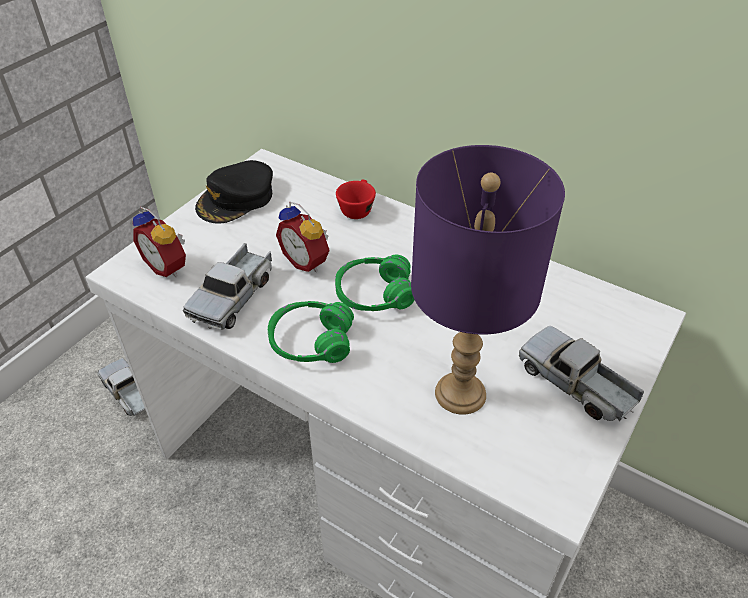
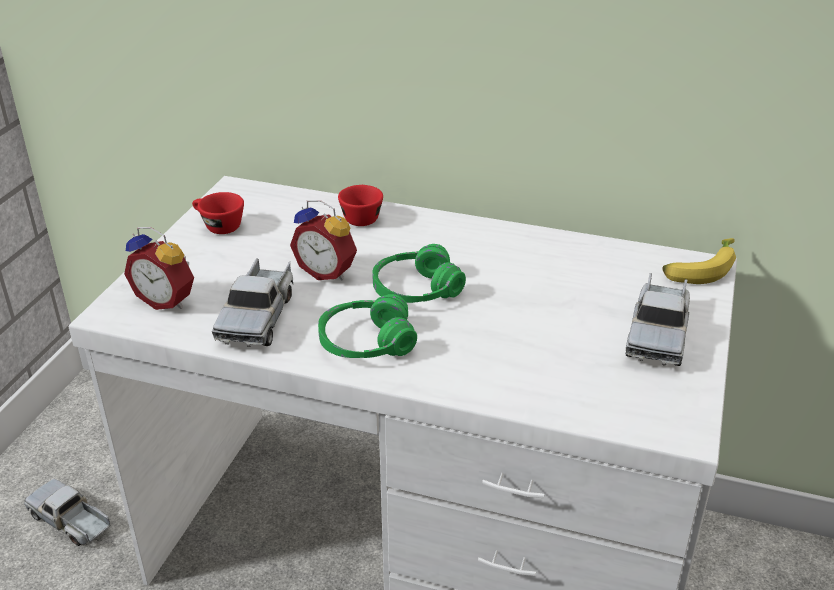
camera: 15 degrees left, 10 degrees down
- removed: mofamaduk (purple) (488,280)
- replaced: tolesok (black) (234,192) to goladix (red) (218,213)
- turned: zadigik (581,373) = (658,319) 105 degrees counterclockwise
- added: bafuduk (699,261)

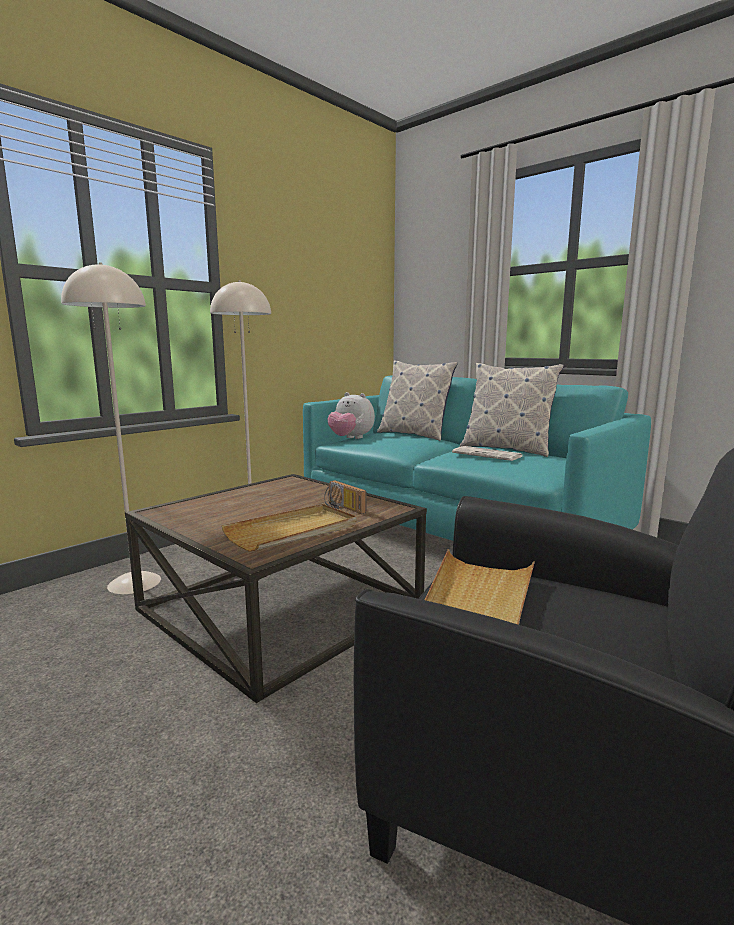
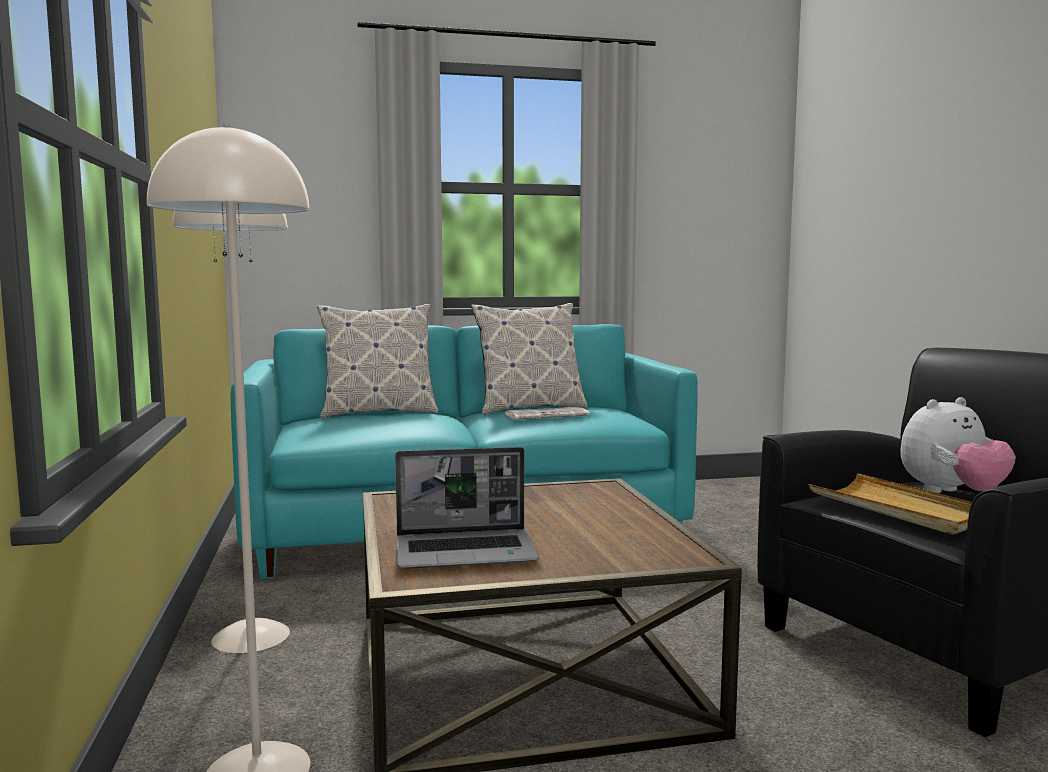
camera: 55 degrees left, 5 degrees down
- moved: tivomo (351,415) to (958,445)
- removed: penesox (345,497)
- removed: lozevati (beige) (289,528)
- added: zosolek (467,508)

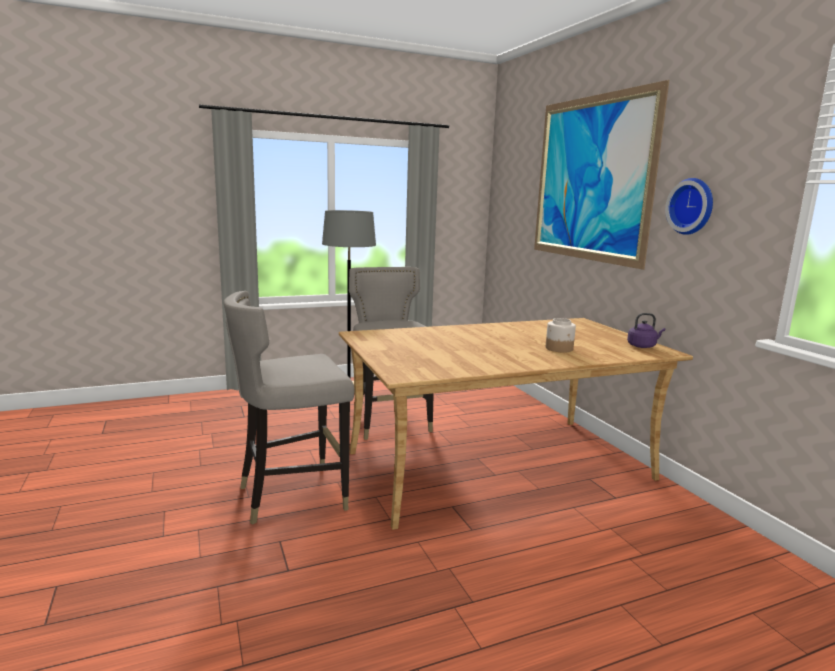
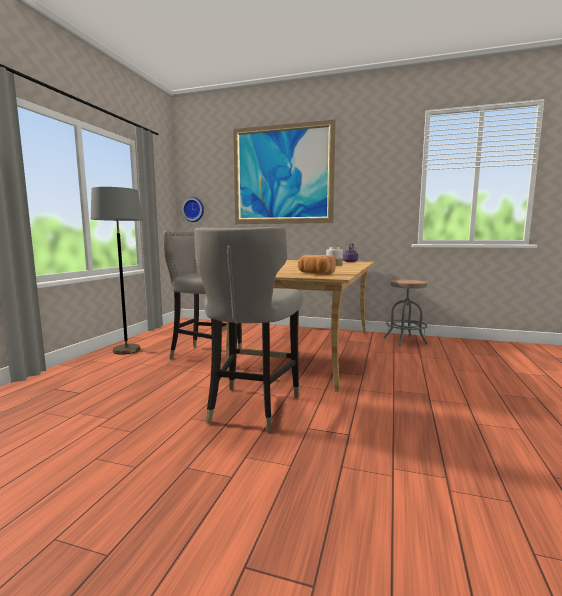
camera: 50 degrees left, 5 degrees down
- moved: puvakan (689,206) to (193,209)
- added: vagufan (317,264)
- added: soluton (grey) (406,313)

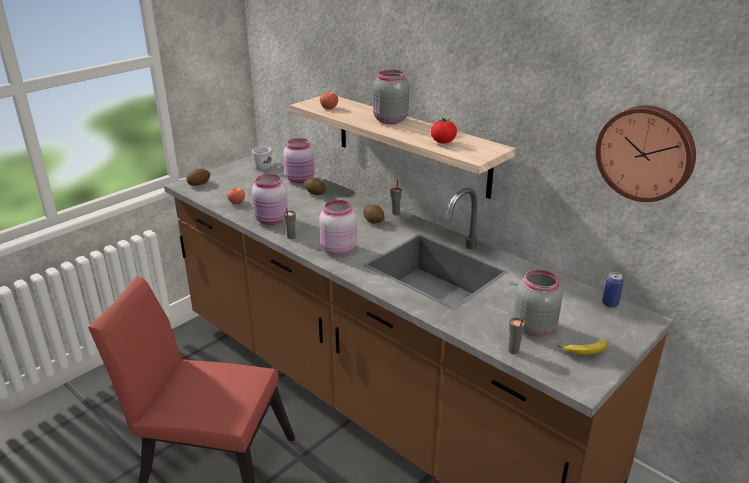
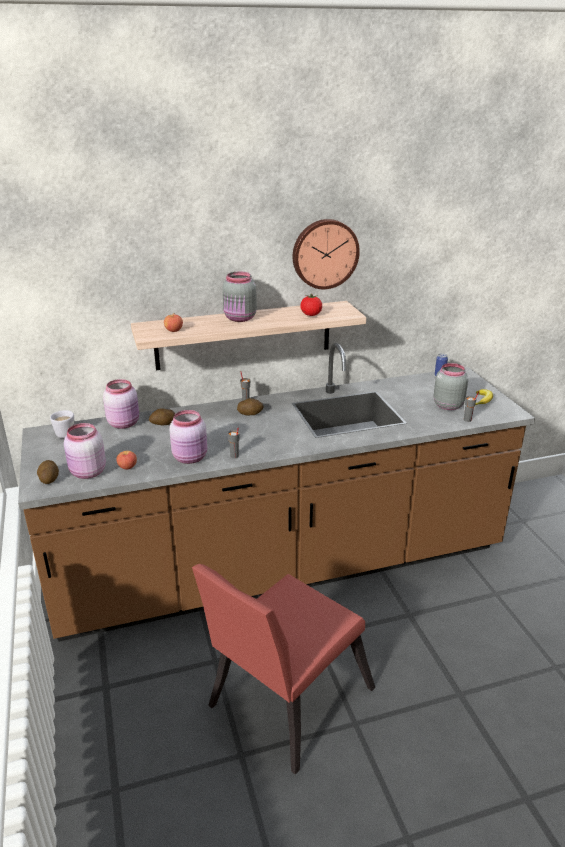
camera: 60 degrees left, 0 degrees up
- moved: puvakan (646,154) to (326,254)
- moved: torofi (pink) (338,227) to (85,451)

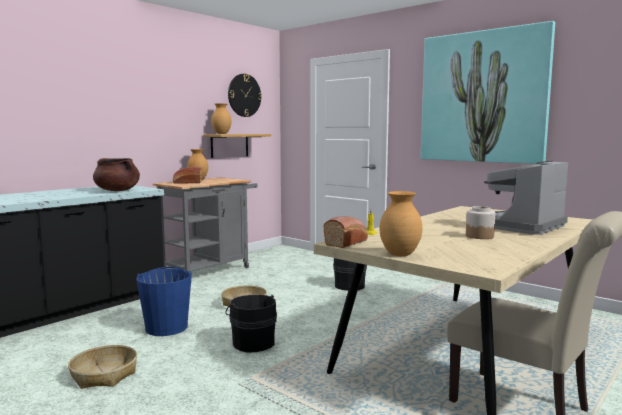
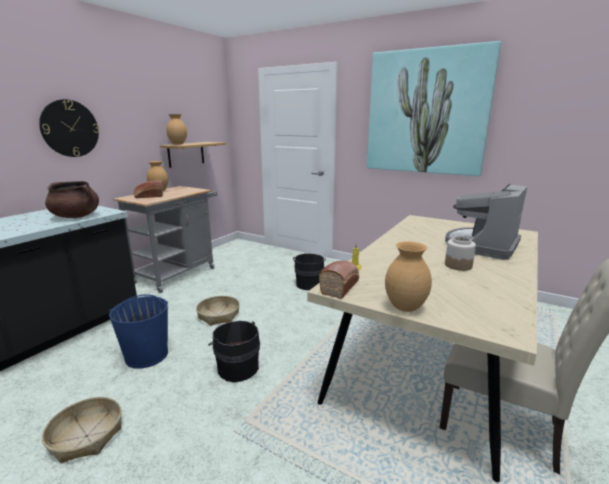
camera: 10 degrees left, 10 degrees up
- moved: puvakan (245,95) to (69,128)

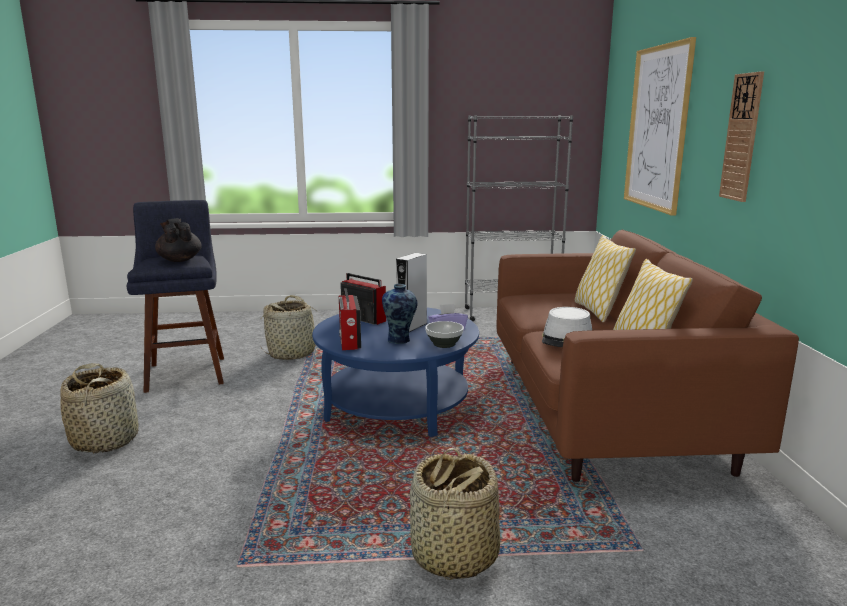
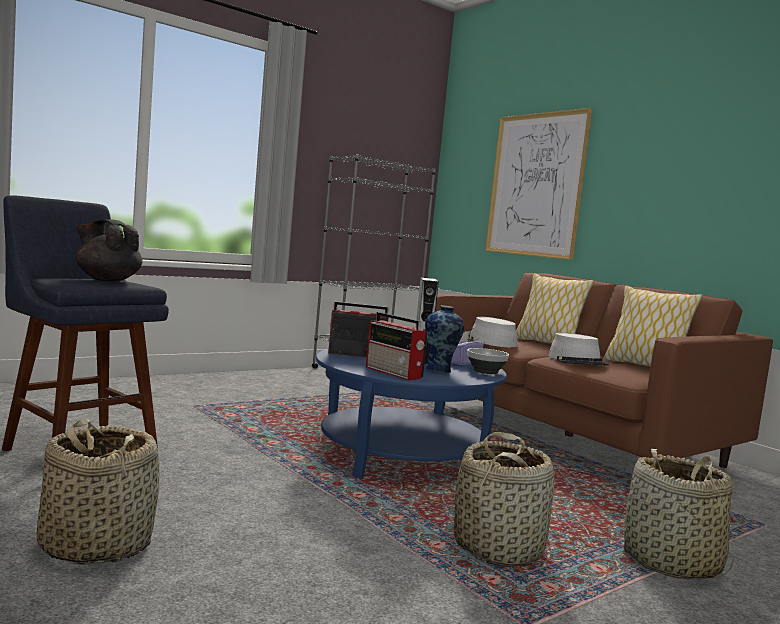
camera: 35 degrees left, 10 degrees down
- removed: puvakan (741,136)
- moved: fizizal (289,327) to (504,499)
- added: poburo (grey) (490,332)

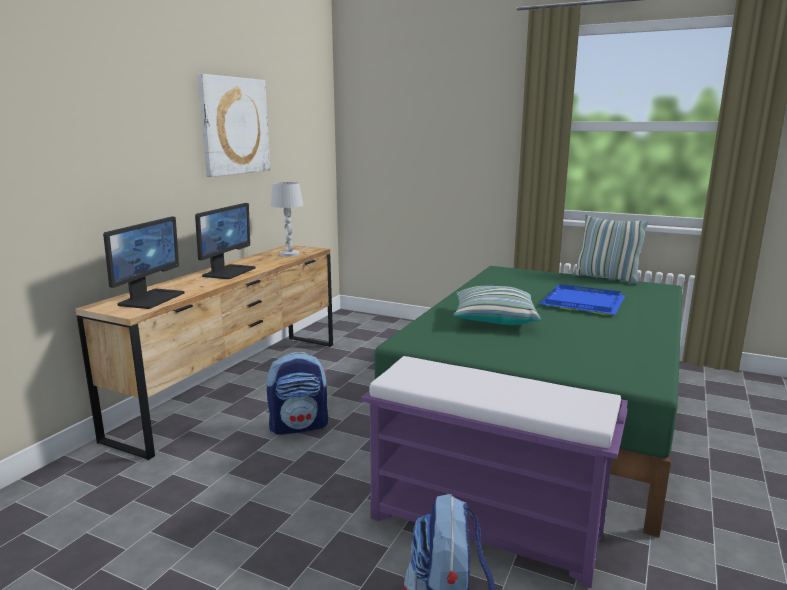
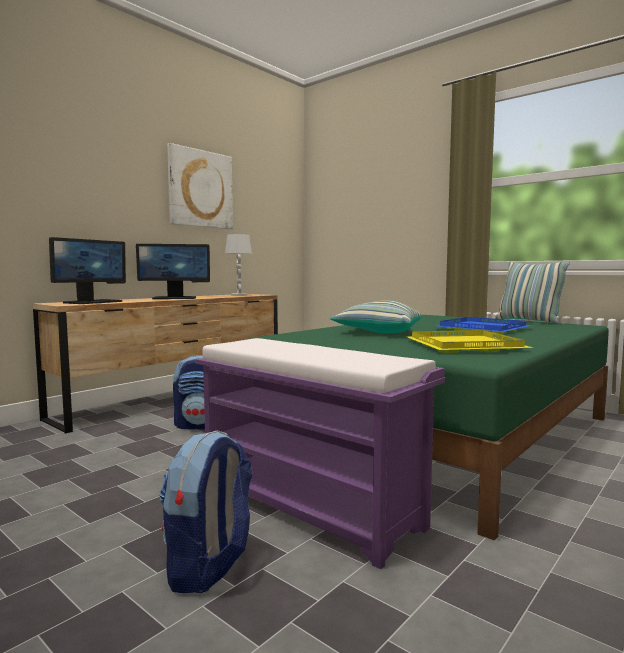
camera: 15 degrees right, 10 degrees down
- turned: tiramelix (225,241) = (173,271) 45 degrees clockwise
- added: lozevati (yellow) (470,342)

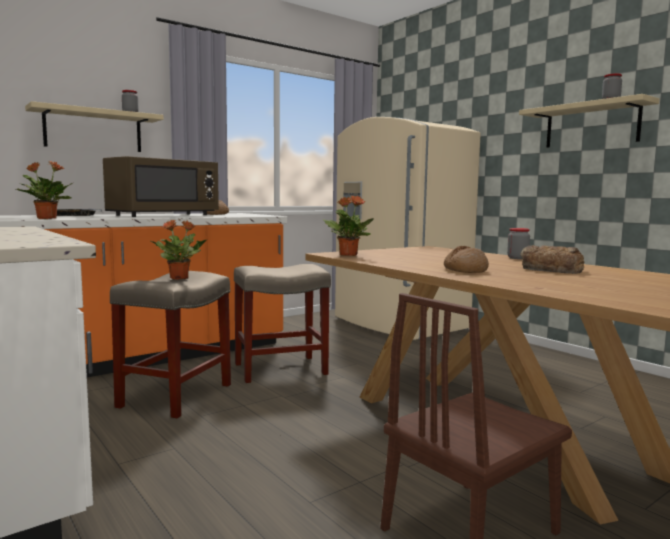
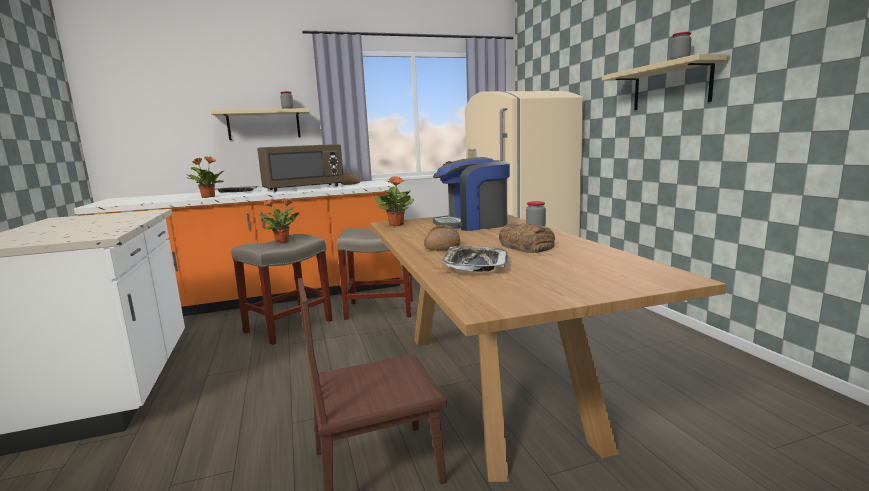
camera: 20 degrees right, 5 degrees up
- added: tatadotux (471,194)
- added: lozevati (475,258)

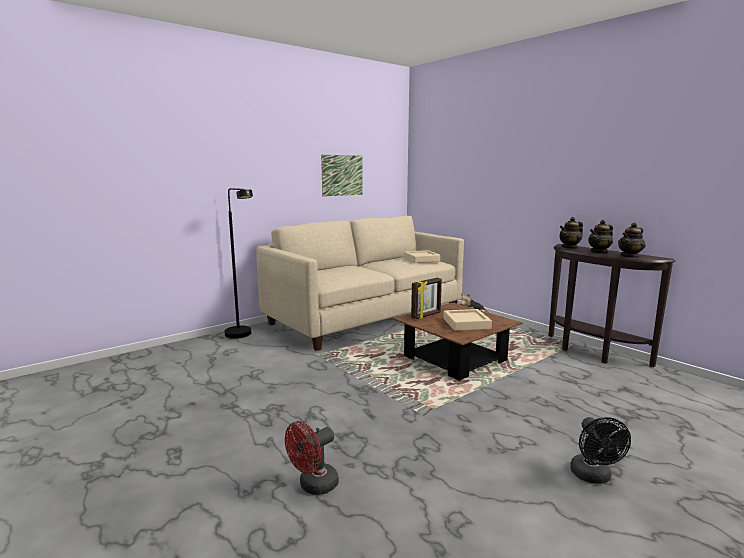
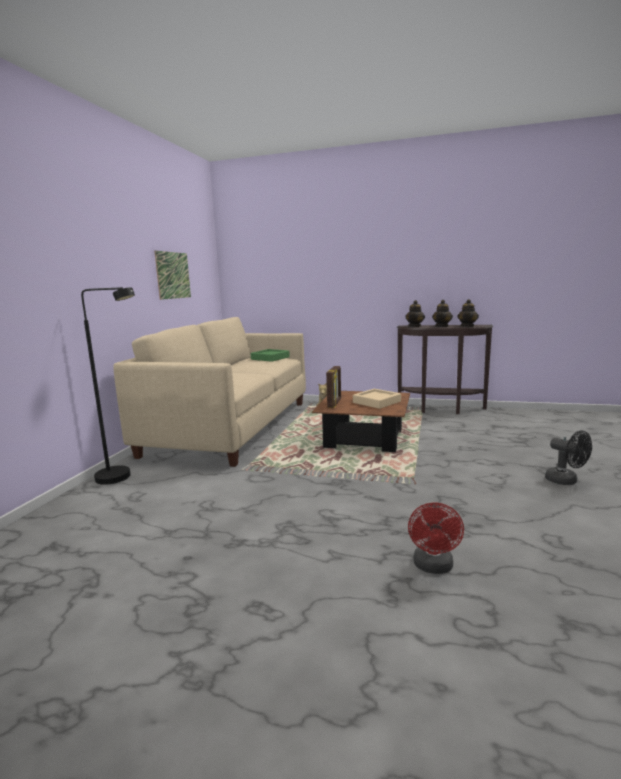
camera: 35 degrees left, 0 degrees up
- recoloured: lozevati (beige) (422,256) to lozevati (green) (270,355)

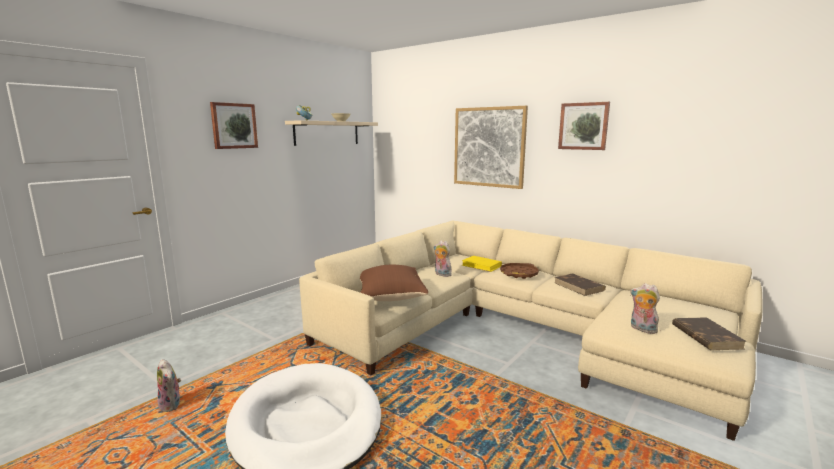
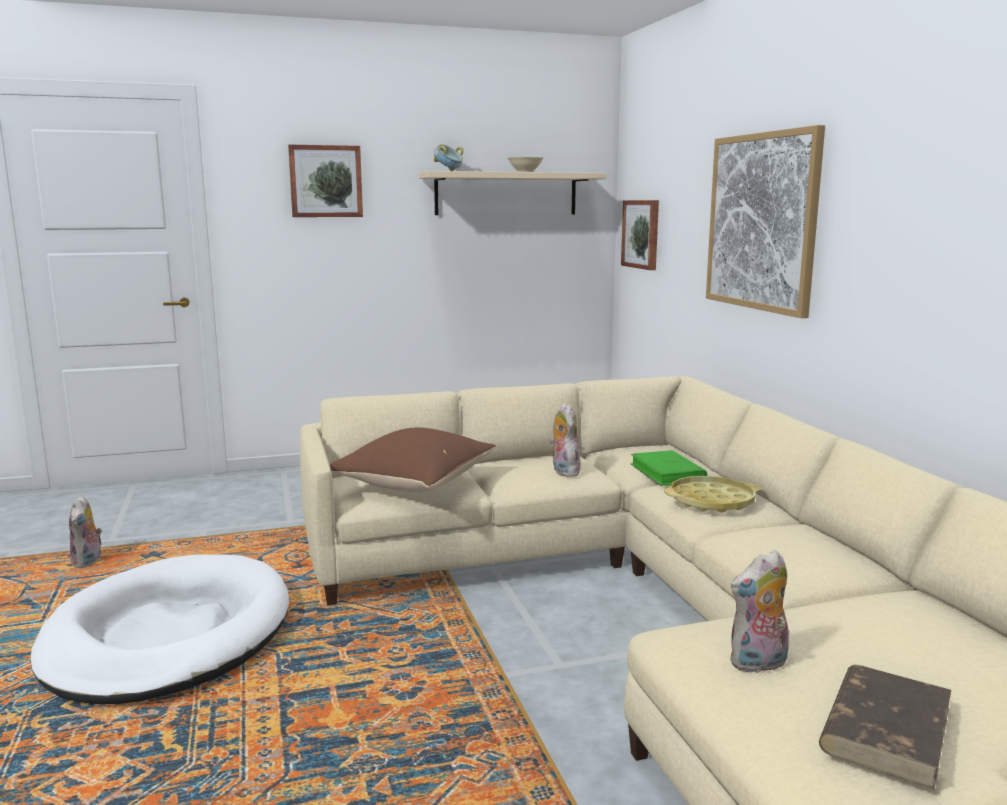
camera: 35 degrees right, 0 degrees up
- moved: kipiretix (584,126) to (640,235)
- recoloured: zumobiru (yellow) (482,264) to zumobiru (green) (669,468)
- recoloured: lozevati (brown) (519,271) to lozevati (yellow) (712,494)
- removed: zumobiru (brown) (580,285)
- turned: tivomo (645,308) = (759,611) 105 degrees counterclockwise

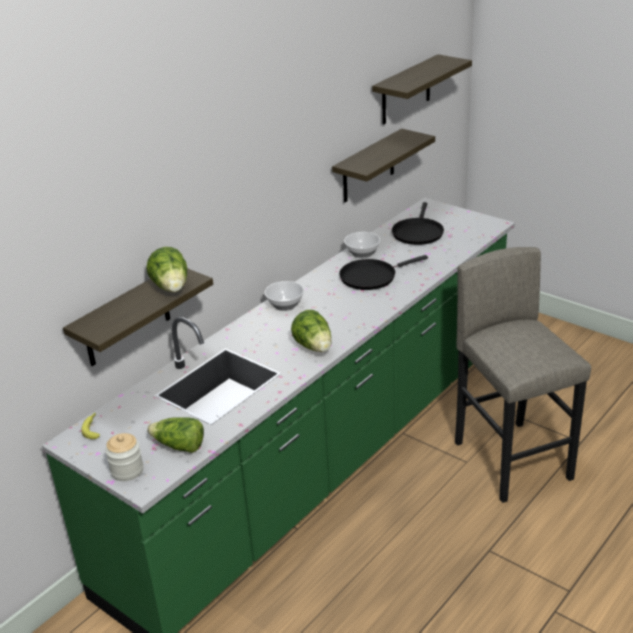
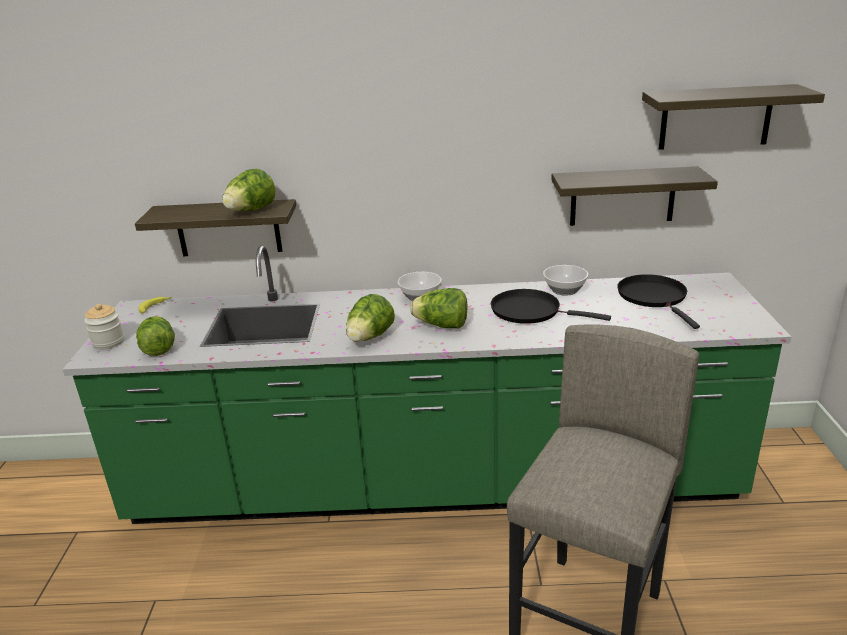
camera: 50 degrees right, 5 degrees down
- turned: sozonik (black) (418,223) = (658,301) 105 degrees clockwise
- added: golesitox (438,308)

